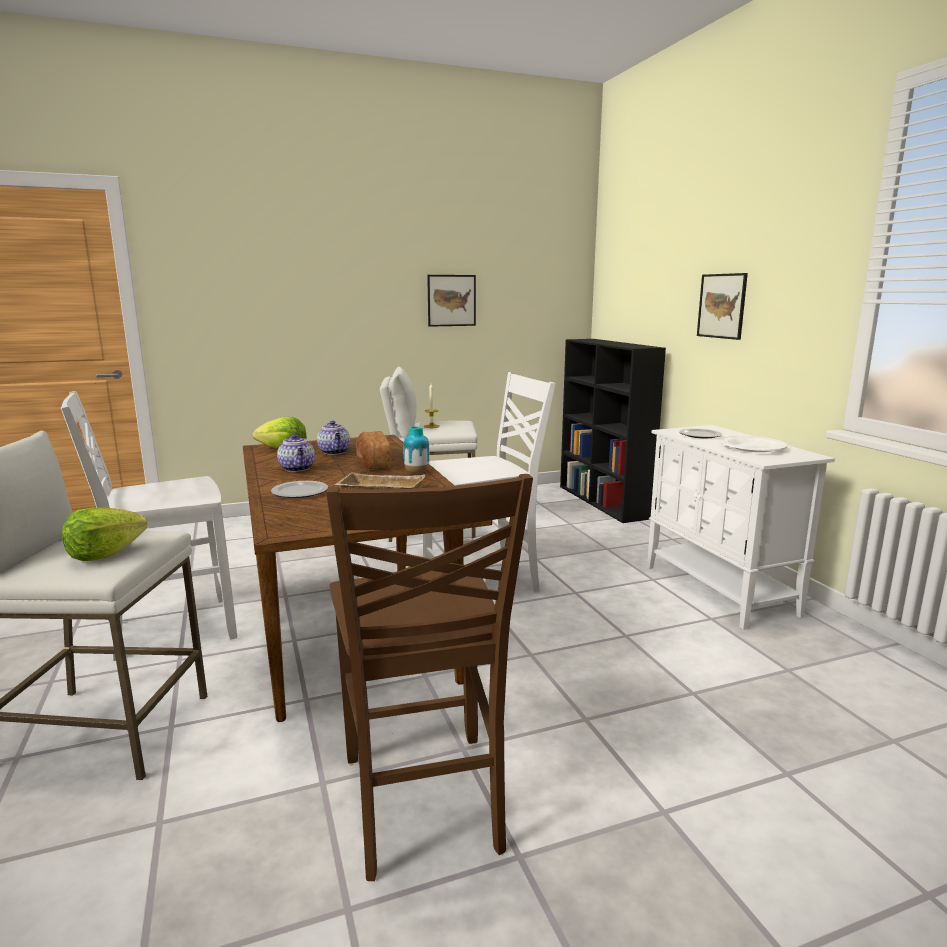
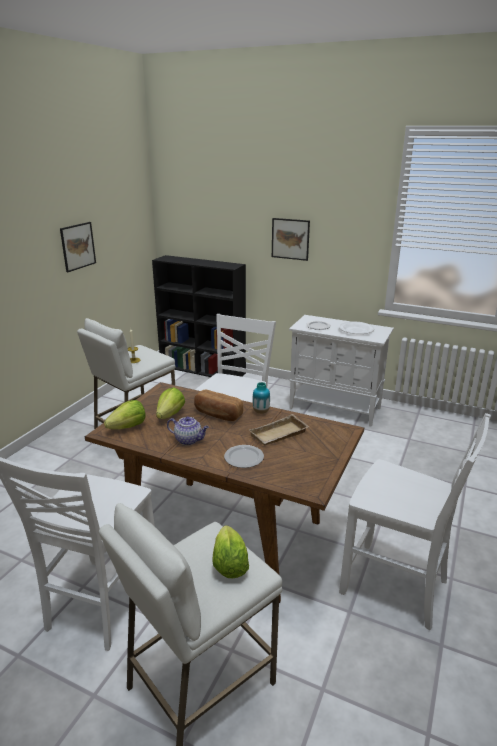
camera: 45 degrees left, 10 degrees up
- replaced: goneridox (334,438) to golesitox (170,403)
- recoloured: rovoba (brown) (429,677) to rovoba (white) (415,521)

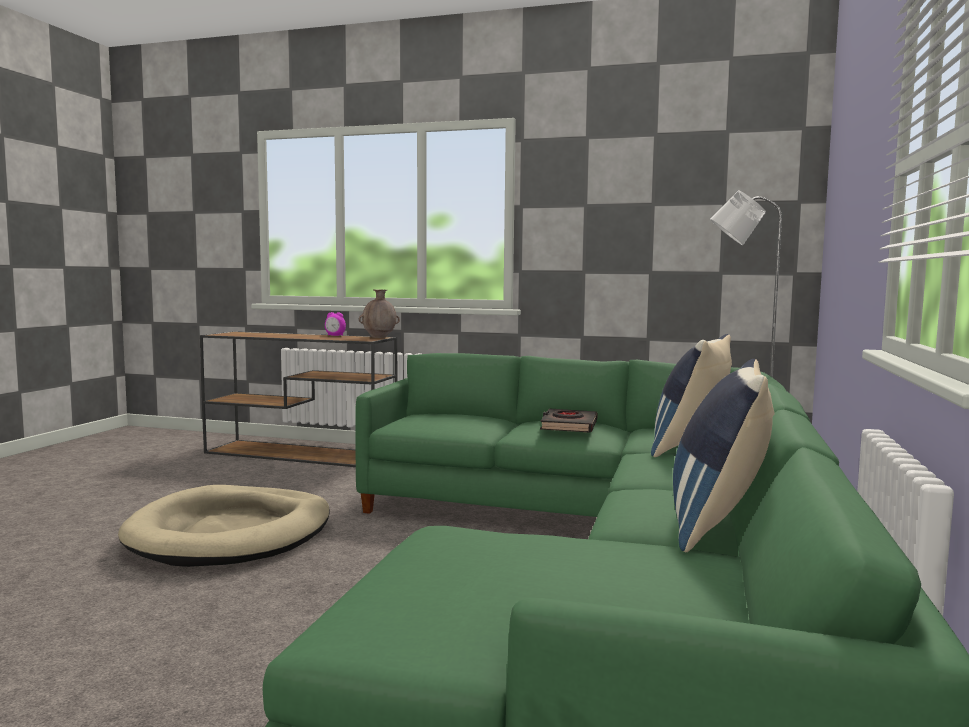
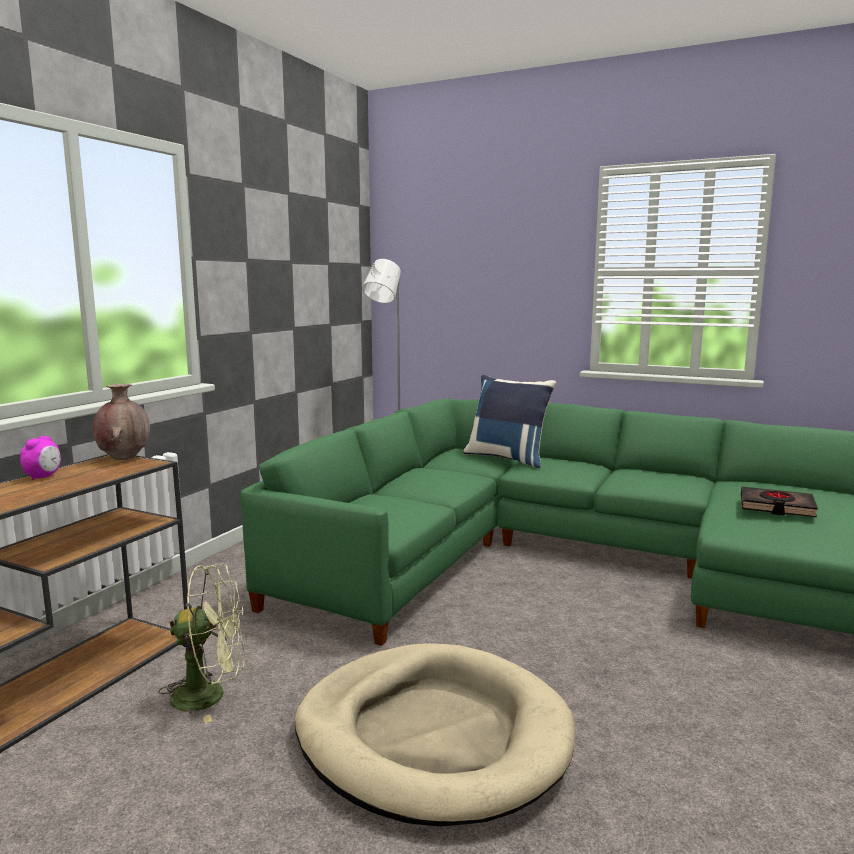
camera: 80 degrees left, 5 degrees up
- removed: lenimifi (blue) (724,455)
- moved: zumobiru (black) (569,420) to (779,501)
- added: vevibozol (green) (202,643)

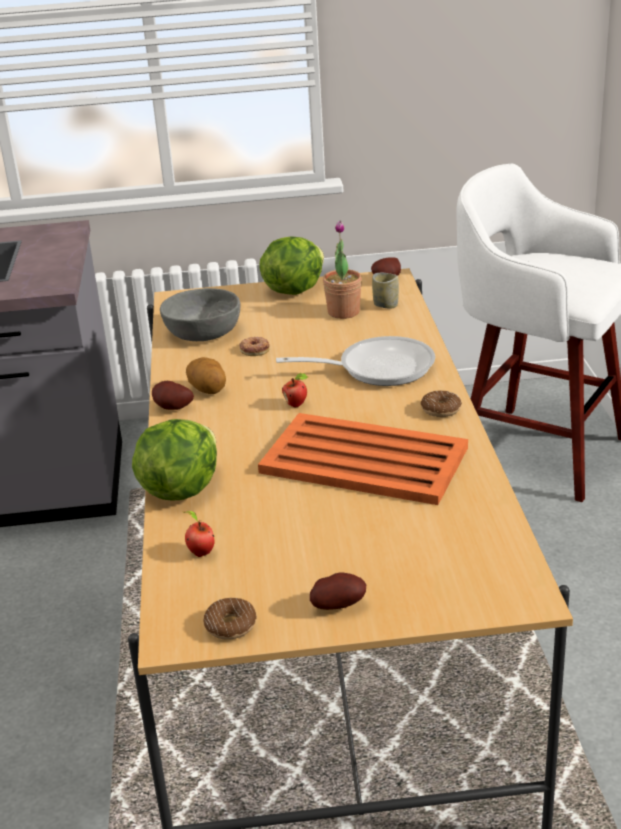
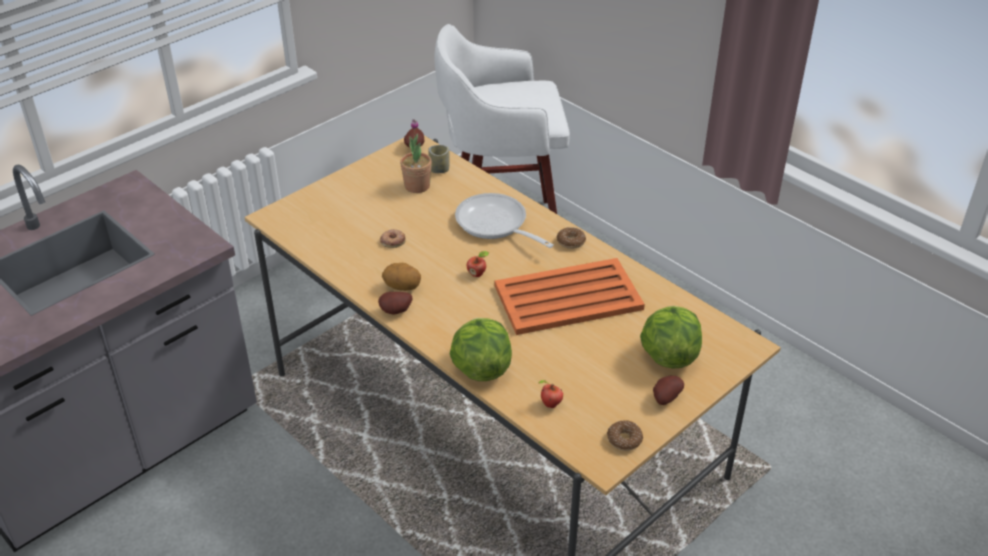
camera: 40 degrees left, 10 degrees up
- moved: golesitox (291,265) to (671,337)
- removed: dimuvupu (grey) (200,314)
- turned: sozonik (355,361) = (504,220) 90 degrees counterclockwise

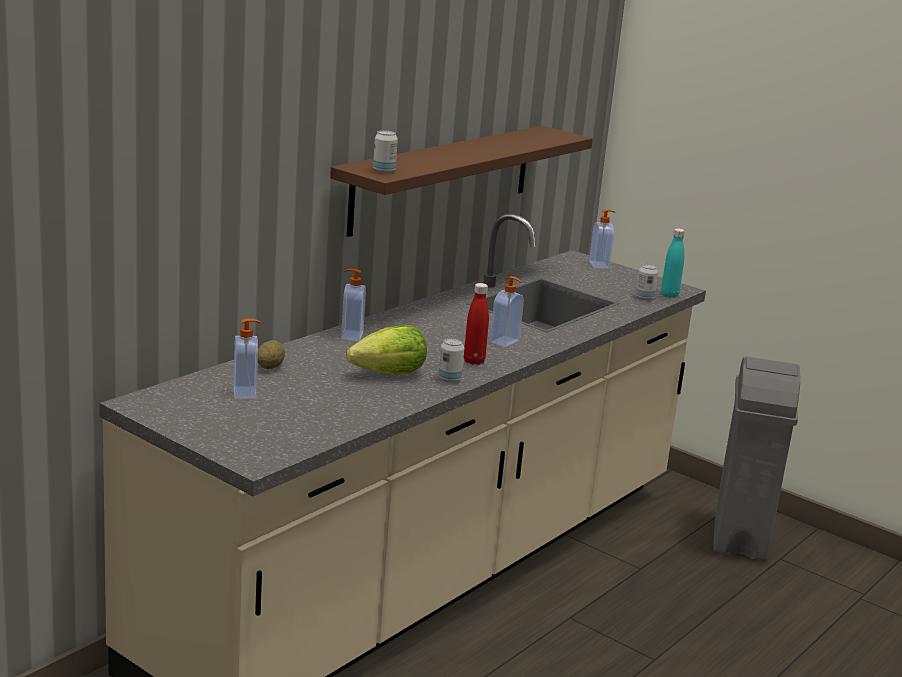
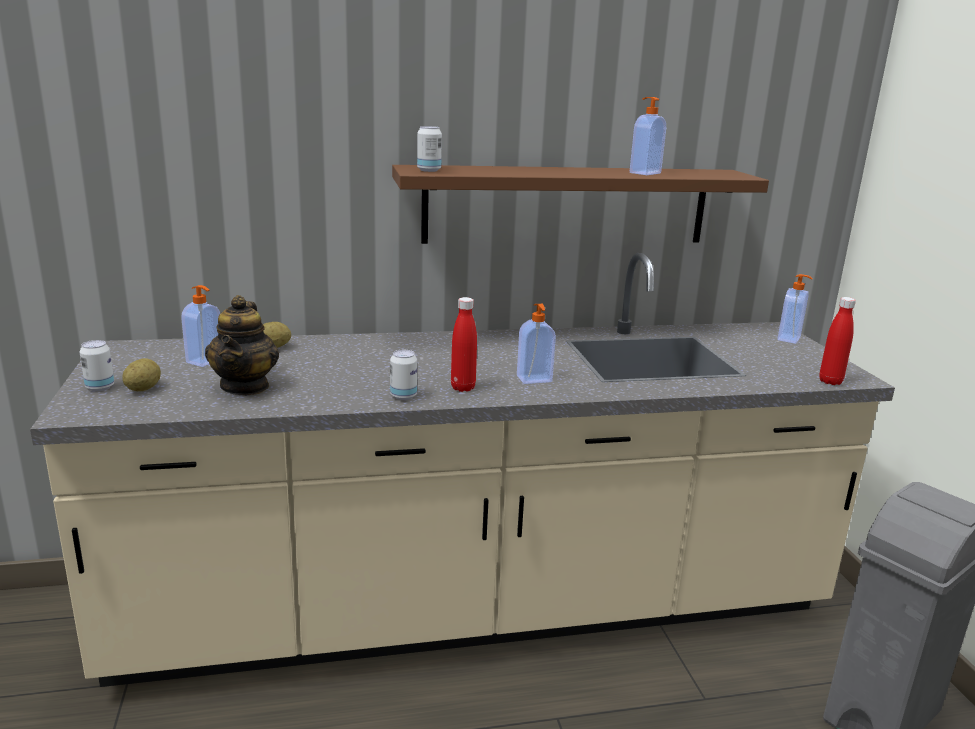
camera: 40 degrees right, 0 degrees up
- recoloured: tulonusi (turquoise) (673,263) to tulonusi (red) (837,341)
- moved: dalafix (647,282) to (97,365)
- moved: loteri (353,305) to (648,136)
- removed: golesitox (386,349)
- added: goneridox (242,345)
- added: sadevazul (141,374)

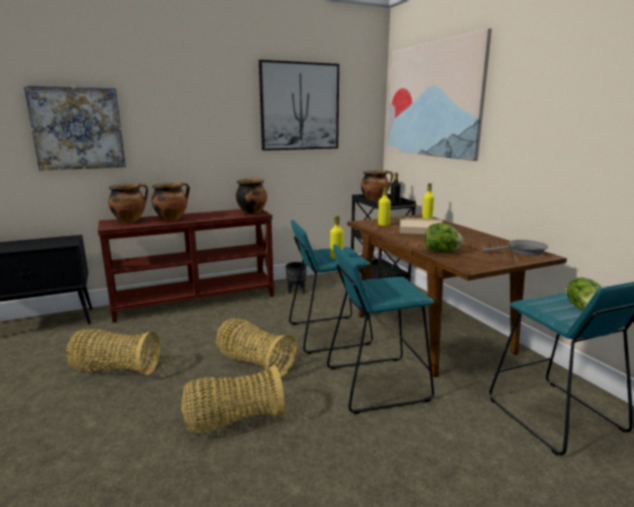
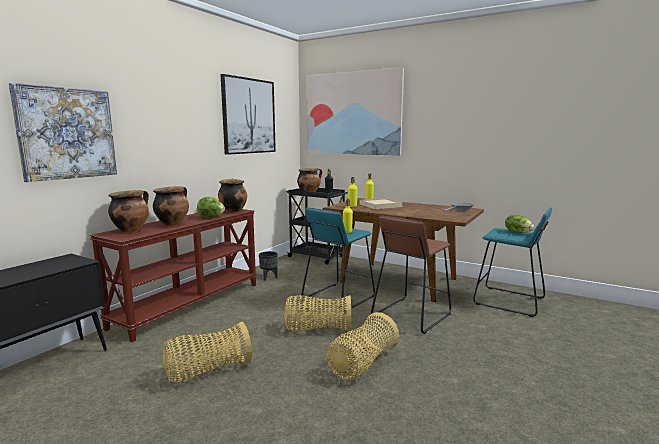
camera: 35 degrees left, 5 degrees down
- moved: golesitox (444,237) to (211,207)
- recoloured: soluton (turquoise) (380,329) to soluton (brown) (411,275)

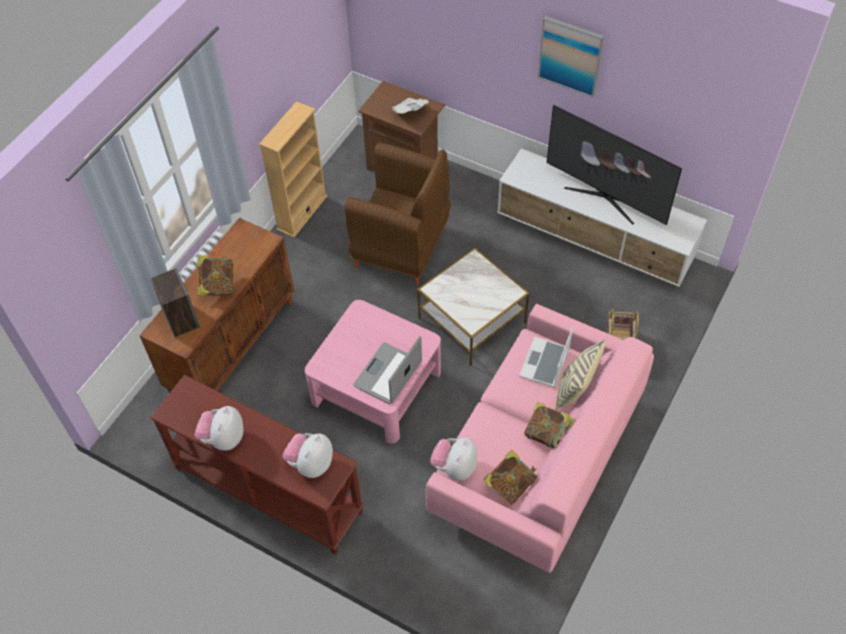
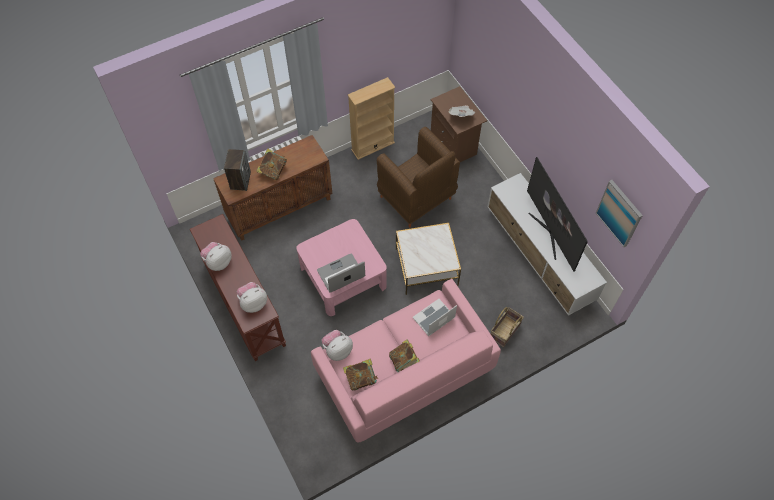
camera: 30 degrees right, 5 degrees up
- moved: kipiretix (571,57) to (619,213)
- removed: lenimifi (beige) (580,375)

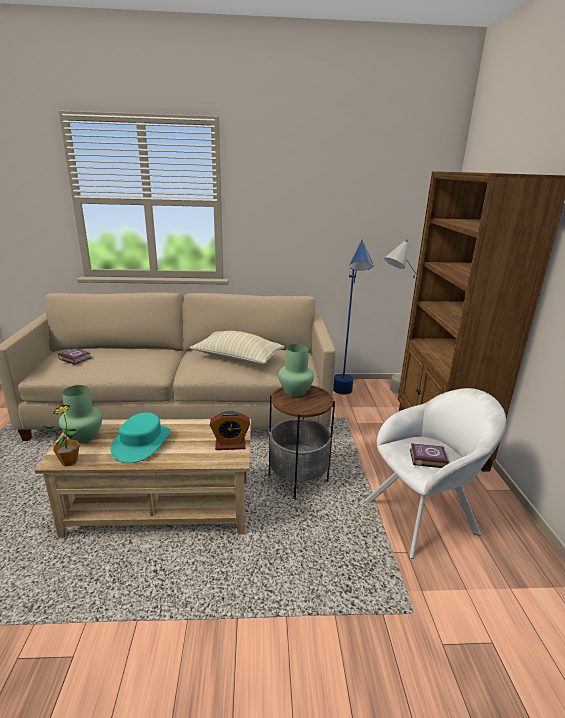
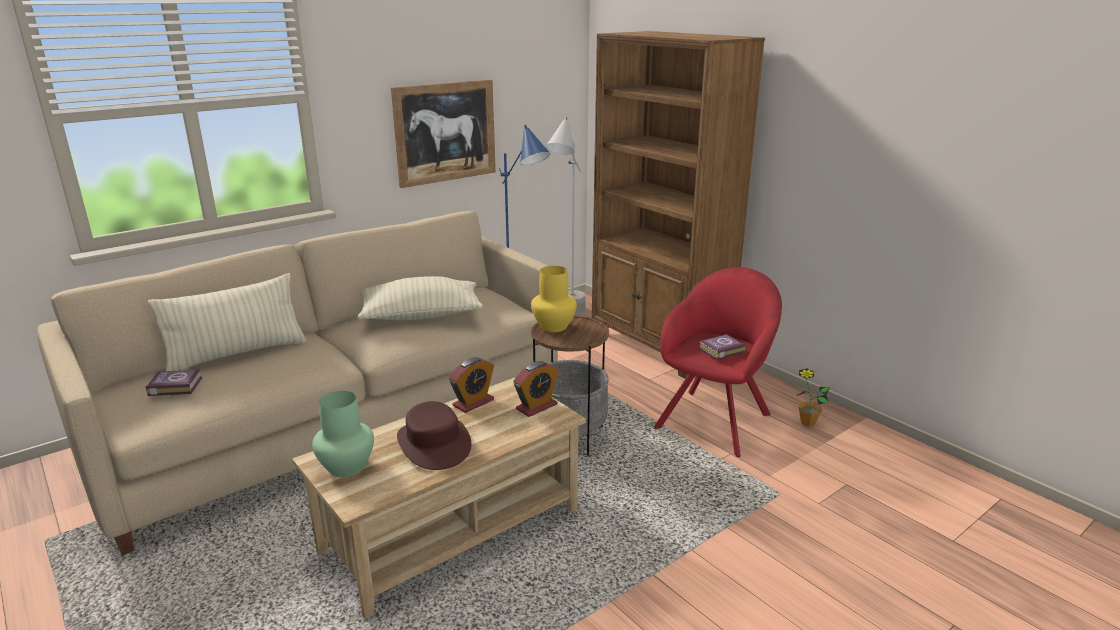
camera: 35 degrees left, 0 degrees up
- recoloured: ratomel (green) (296,370) to ratomel (yellow) (554,299)
- recoloured: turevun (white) (435,473) to turevun (red) (717,362)
- moved: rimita (61,435) to (813,397)
- recoloured: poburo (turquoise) (141,437) to poburo (brown) (434,435)
- added: kipiretix (443,133)
- added: lenimifi (beige) (227,322)
- added: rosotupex (471,385)

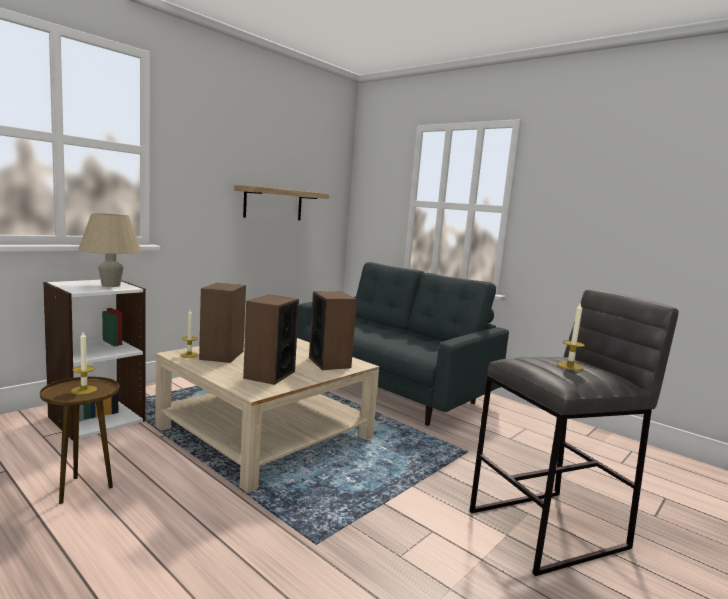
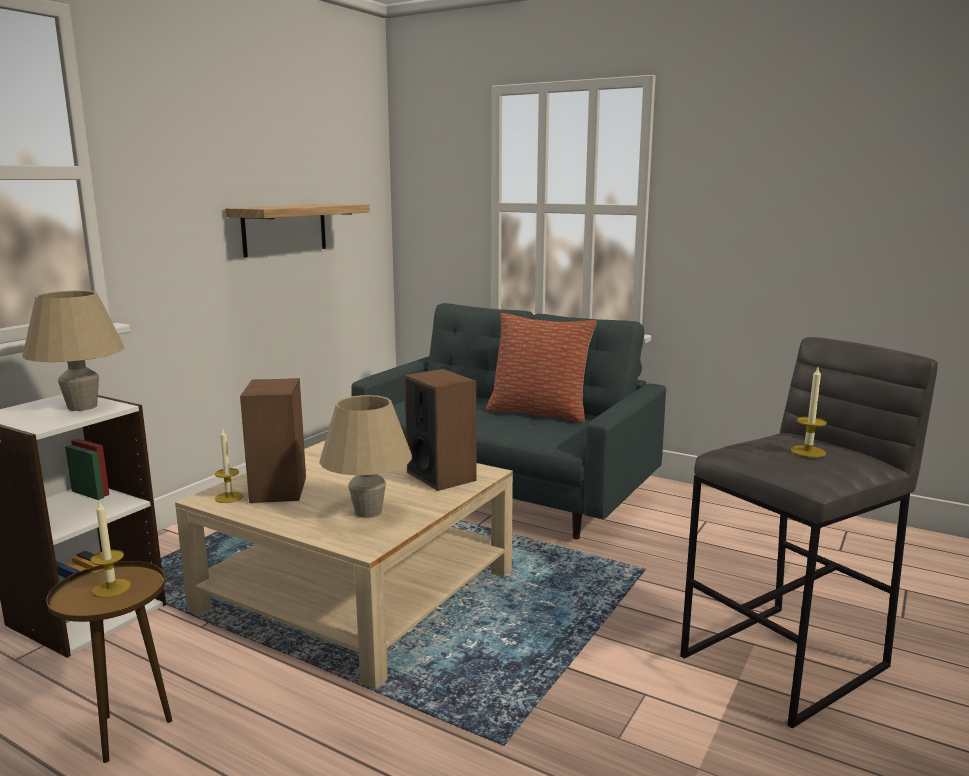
camera: 10 degrees left, 5 degrees up
- replaced: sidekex (271,340) to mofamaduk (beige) (365,456)
- added: lenimifi (541,368)

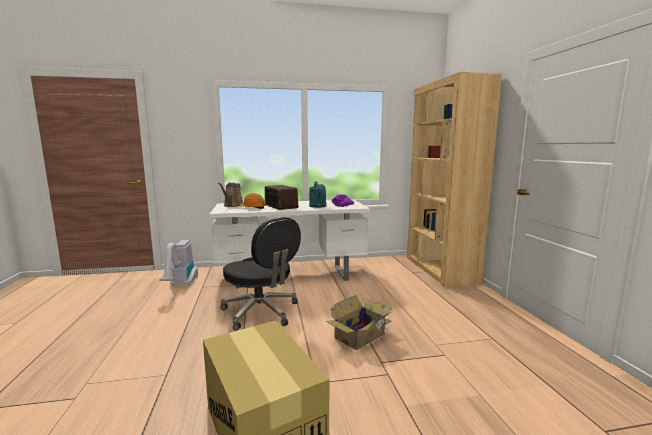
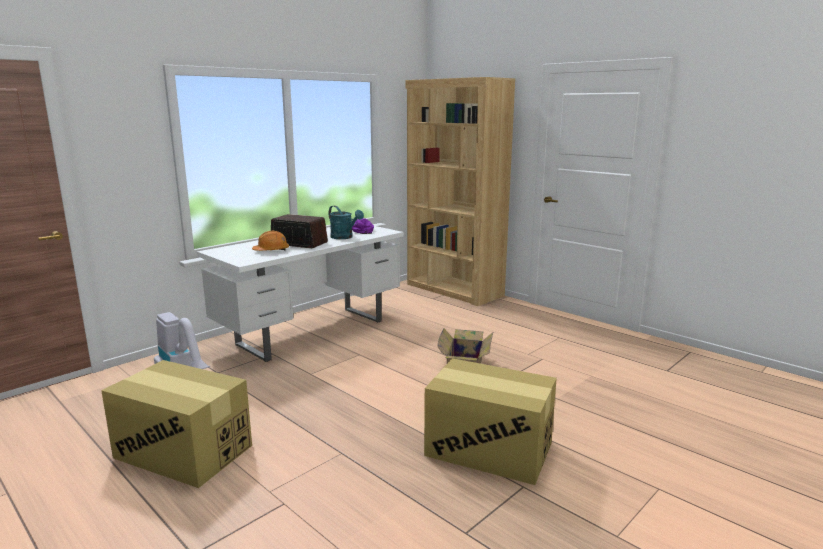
camera: 35 degrees left, 5 degrees up
- removed: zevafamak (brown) (230,194)
- removed: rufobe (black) (260,274)
- added: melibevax (176,424)

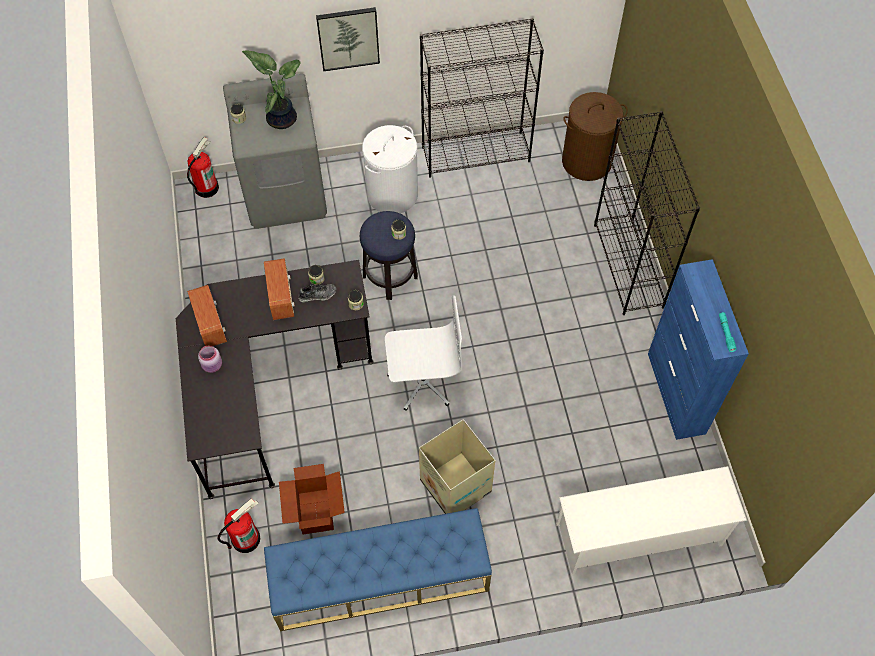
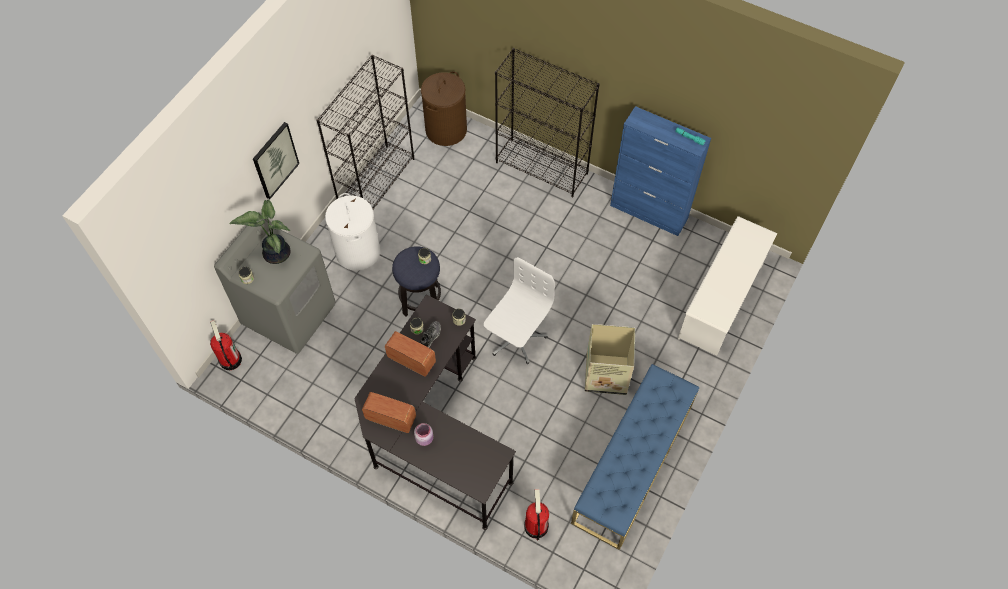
camera: 50 degrees left, 0 degrees up
- removed: melibevax (312,499)

